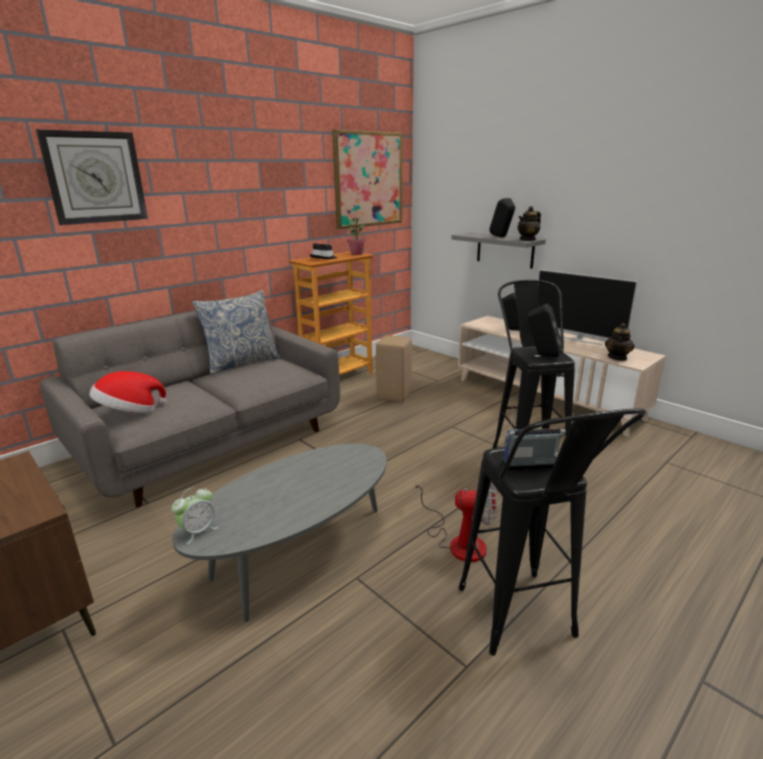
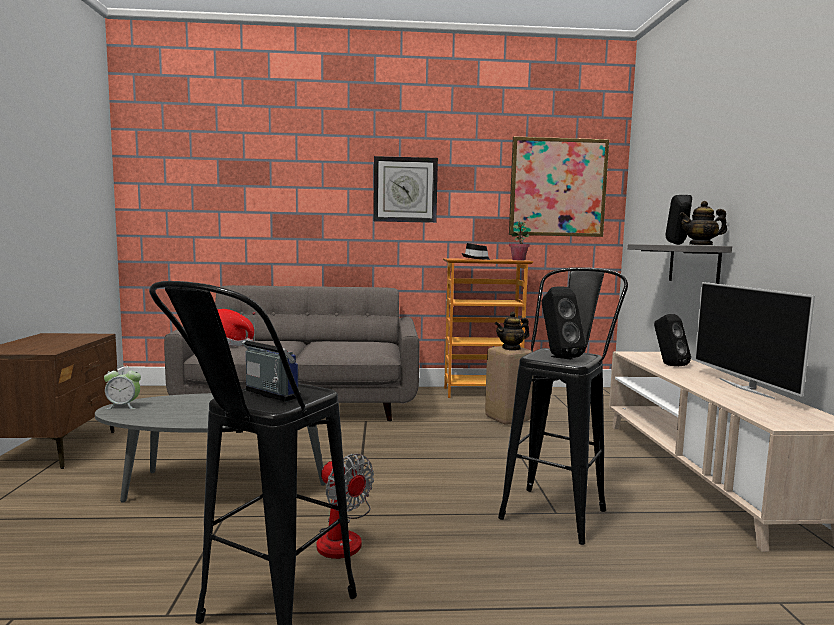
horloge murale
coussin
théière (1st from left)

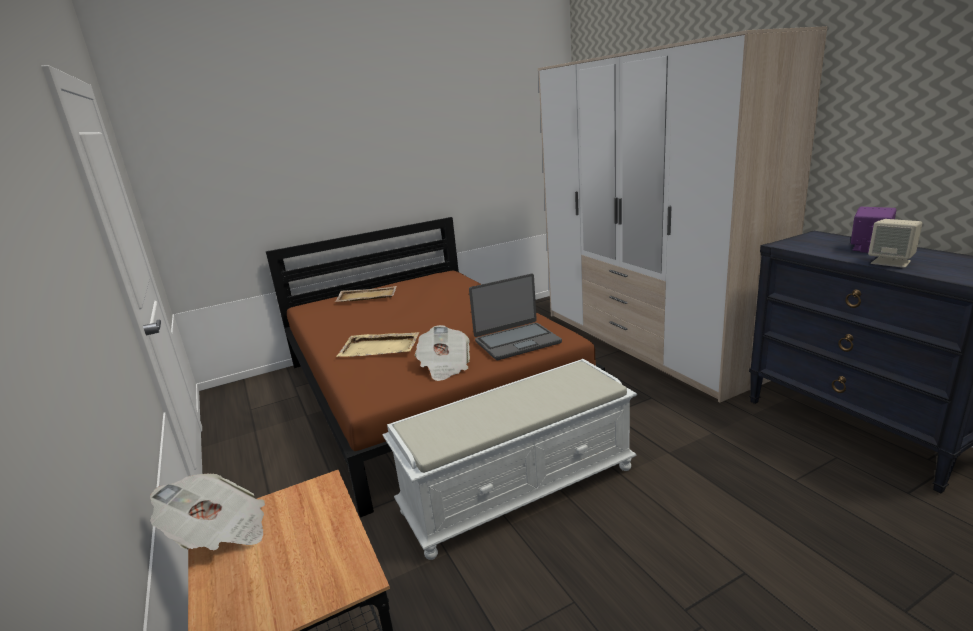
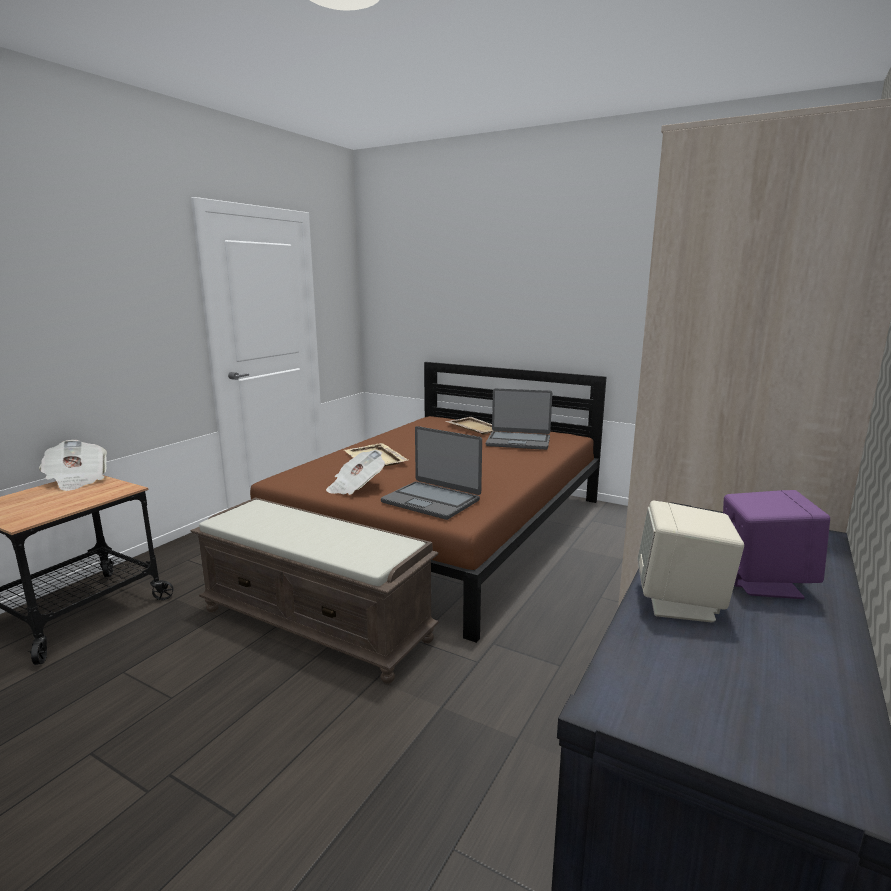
banc [marron]
ordinateur portable (2nd from left)

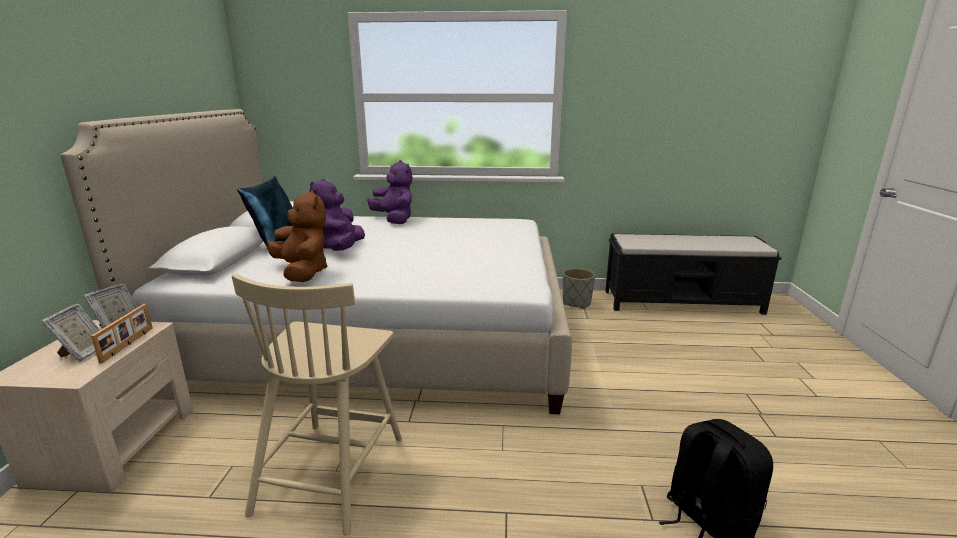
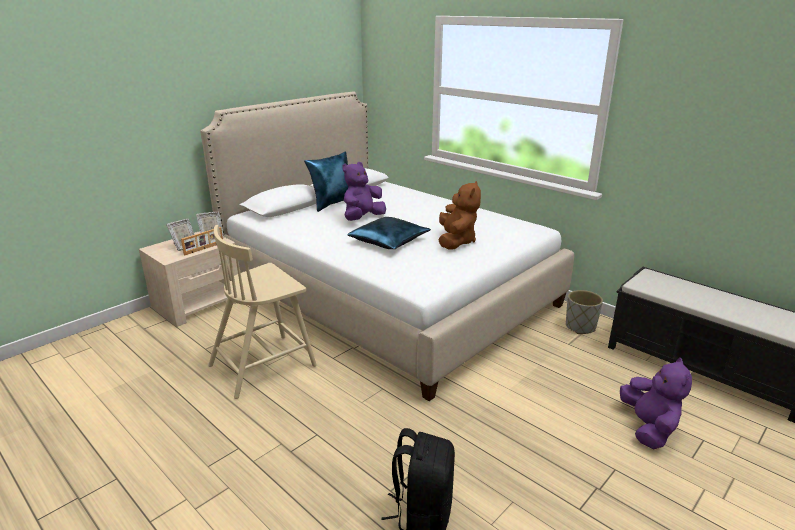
peluche [violet] (2nd from left)
peluche [marron]
coussin [bleu] (2nd from left)

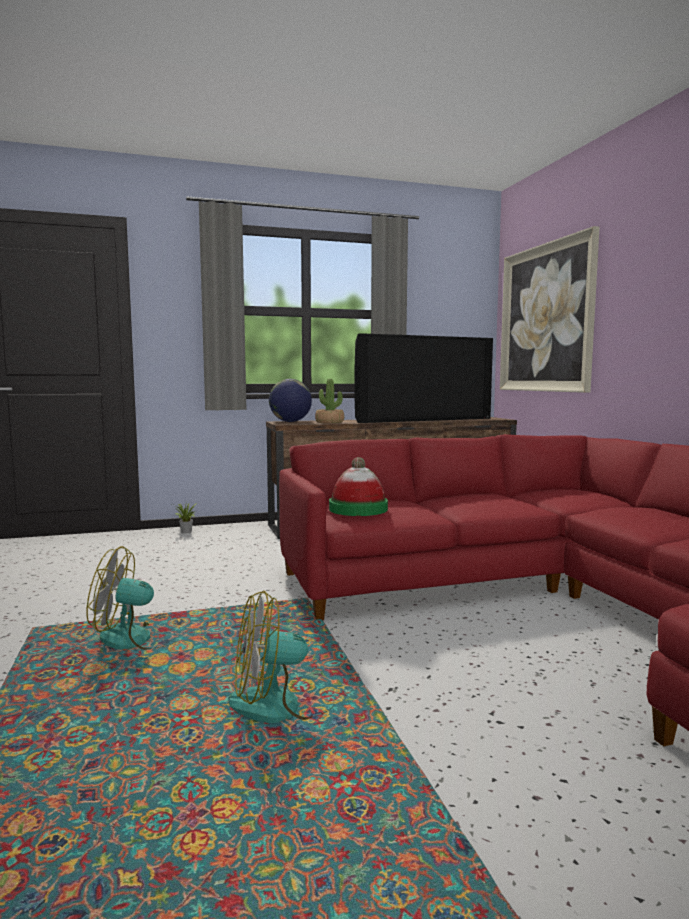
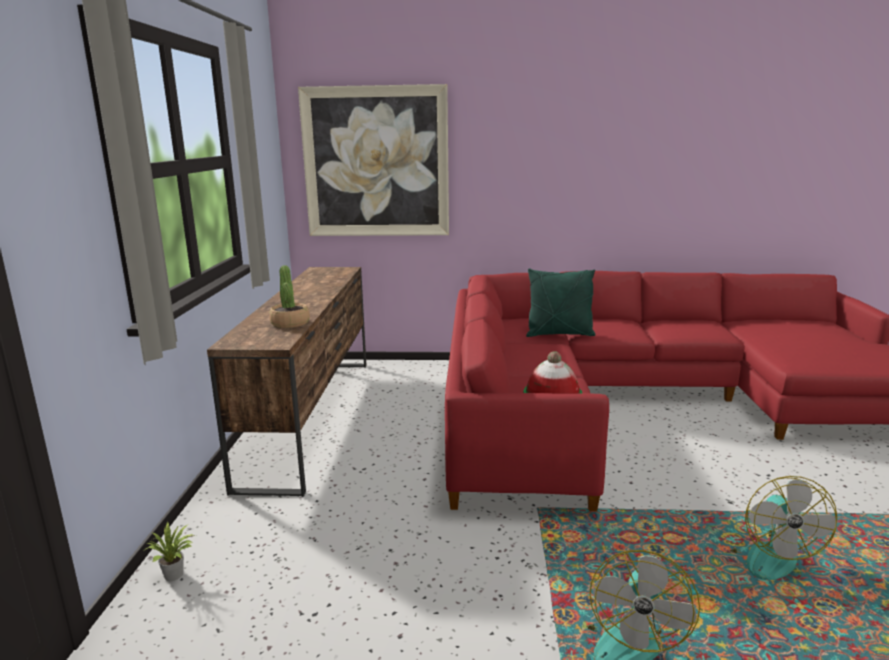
téléviseur
globe
coussin [vert]

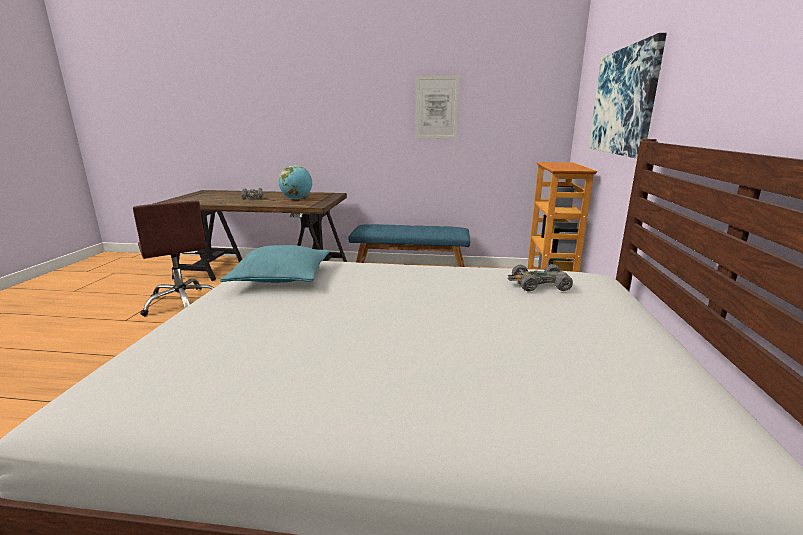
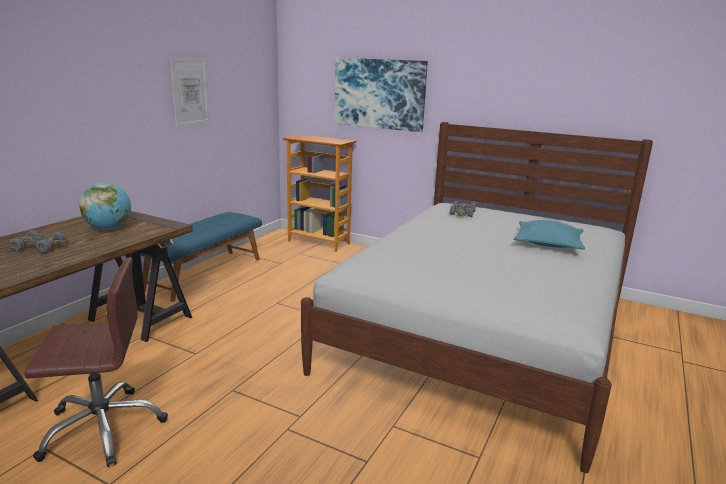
coussin [turquoise]

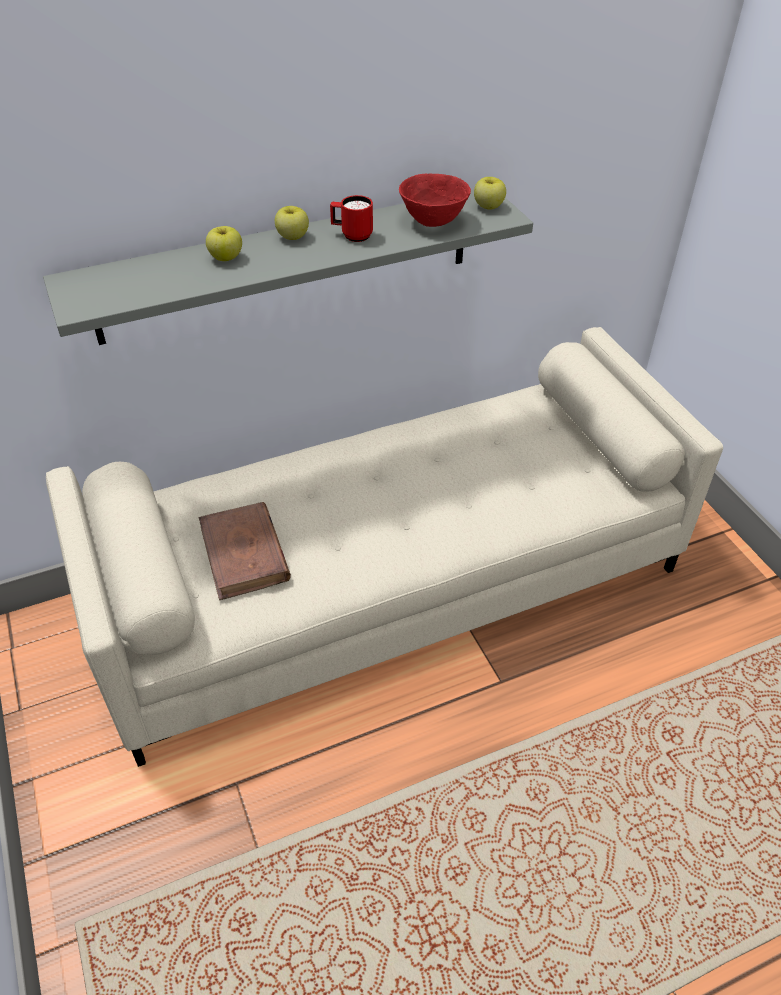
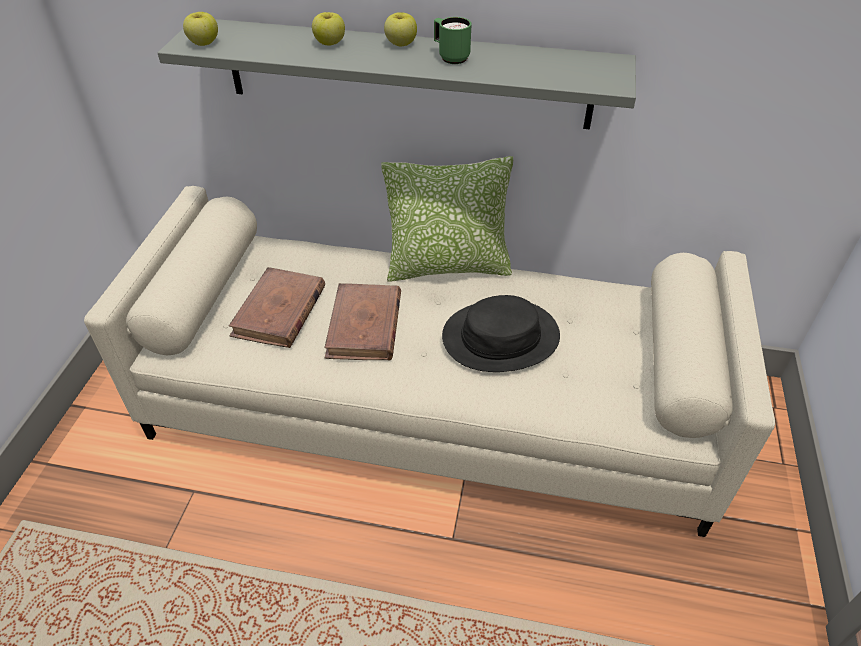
bol [rouge]
pomme (1st from left)
mug [vert]
coussin
livre [marron] (2nd from left)
chapeau [noir]

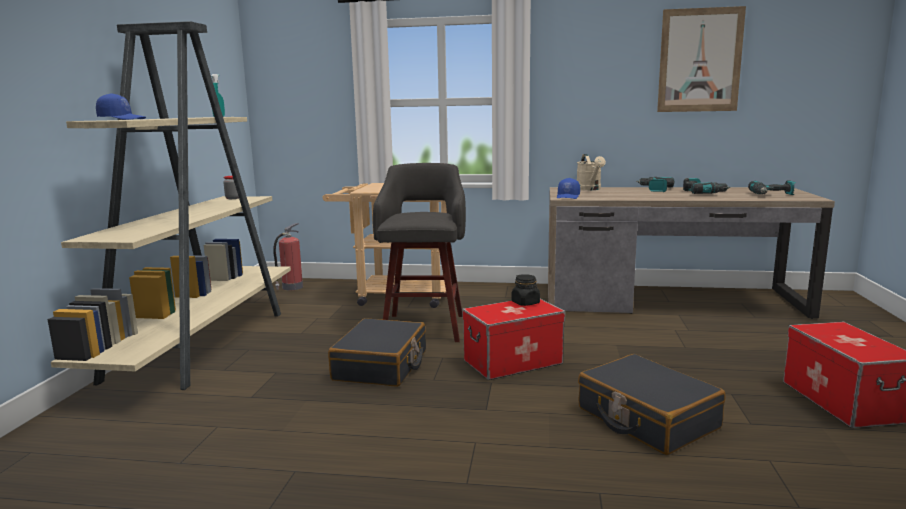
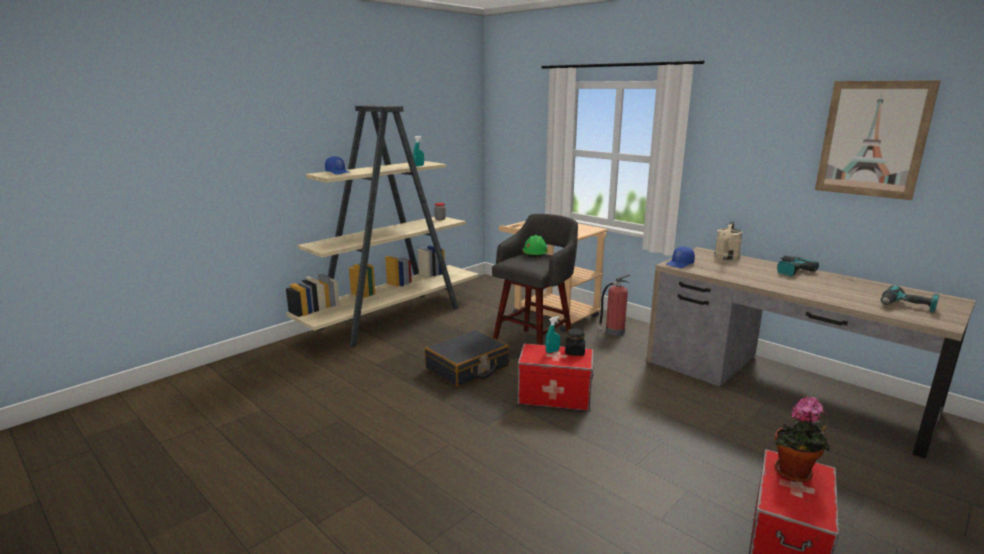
perceuse (2nd from left in the first image)
extincteur
valise [noir] (2nd from left in the first image)
casque de chantier [vert]
vaporisateur [turquoise] (2nd from left)
plante en pot

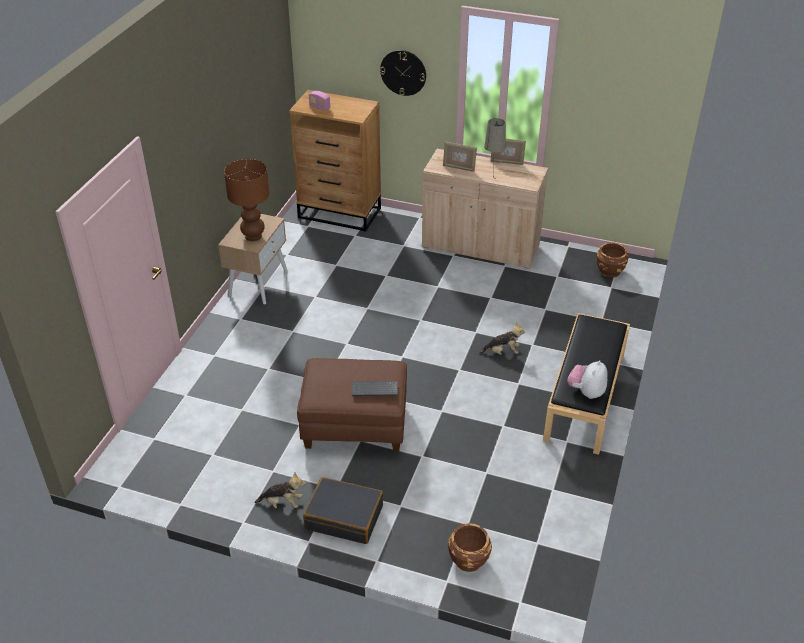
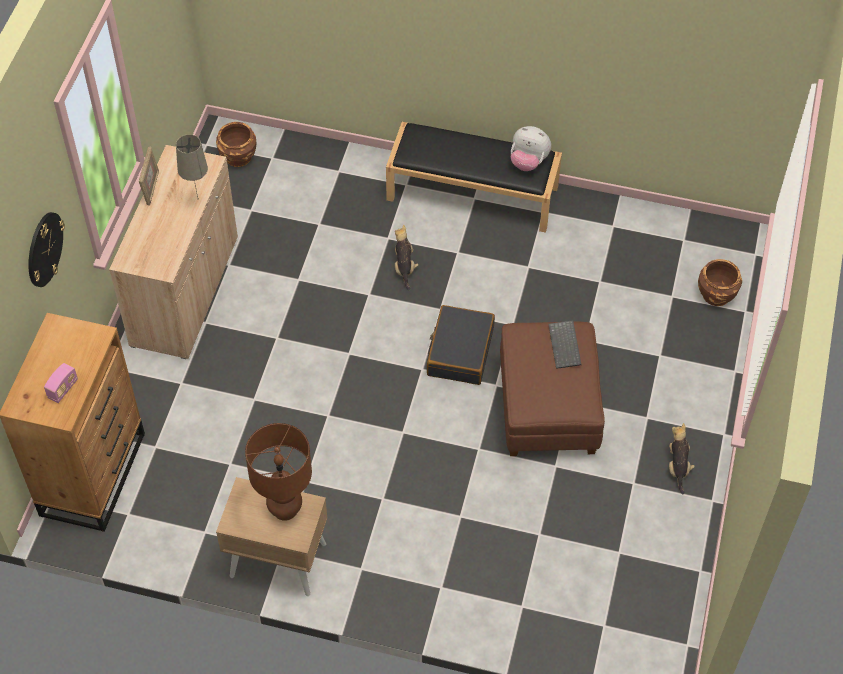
cadre photo (1st from left in the first image)
valise [noir]

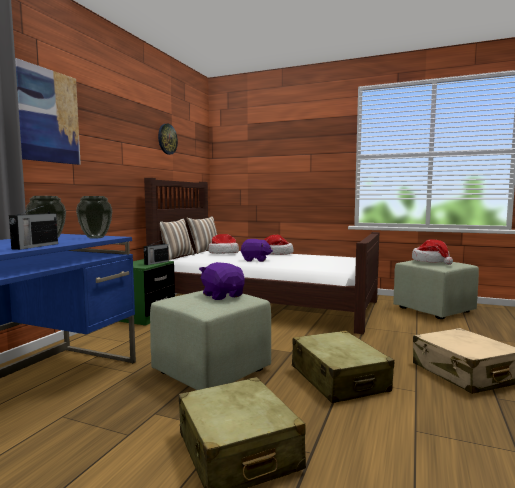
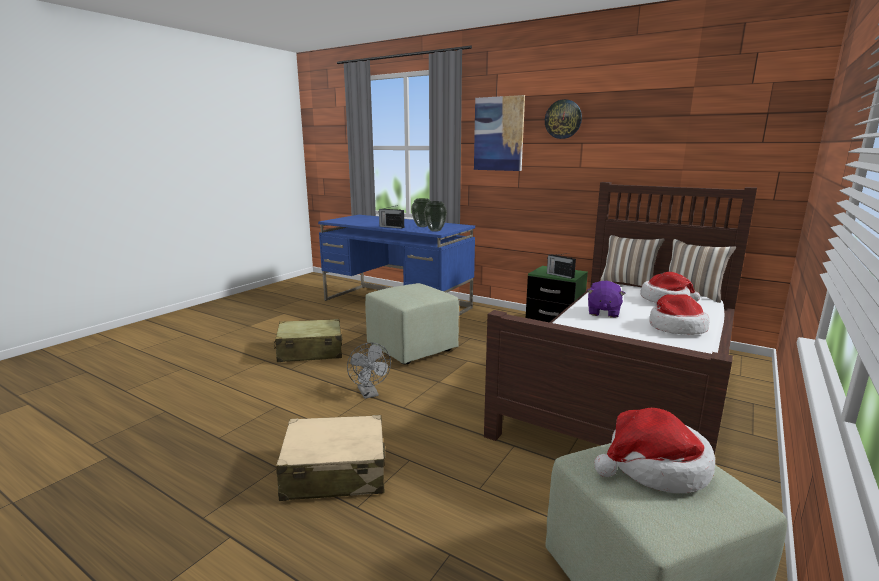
horloge murale
peluche [violet] (1st from left in the first image)
ventilateur [gris]

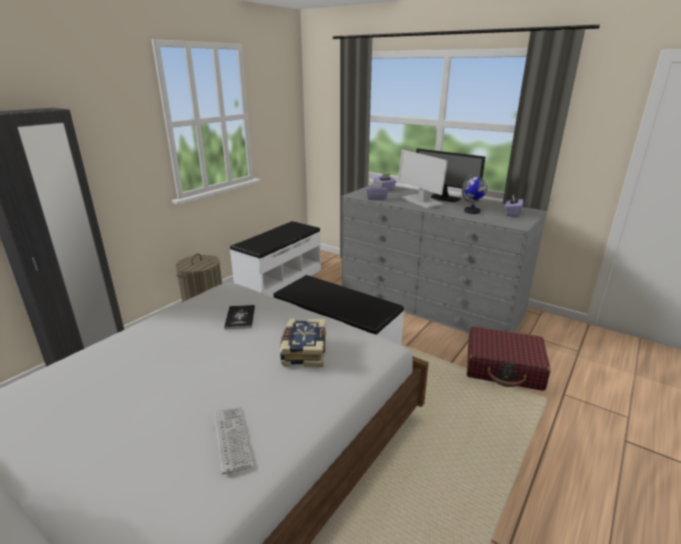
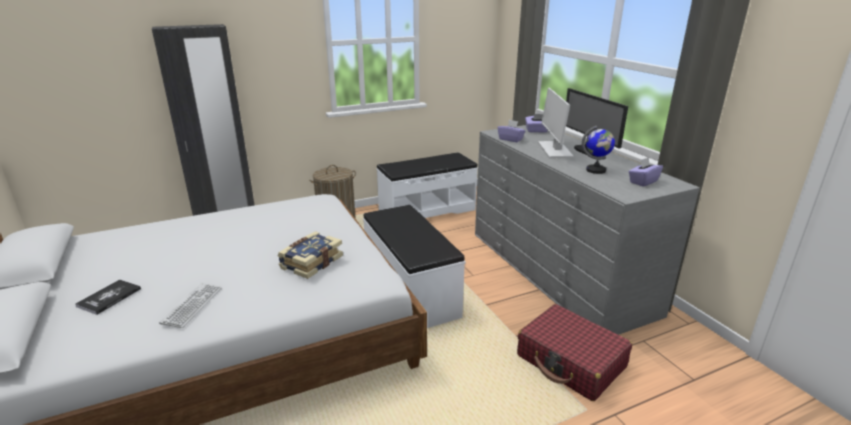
livre (1st from left)

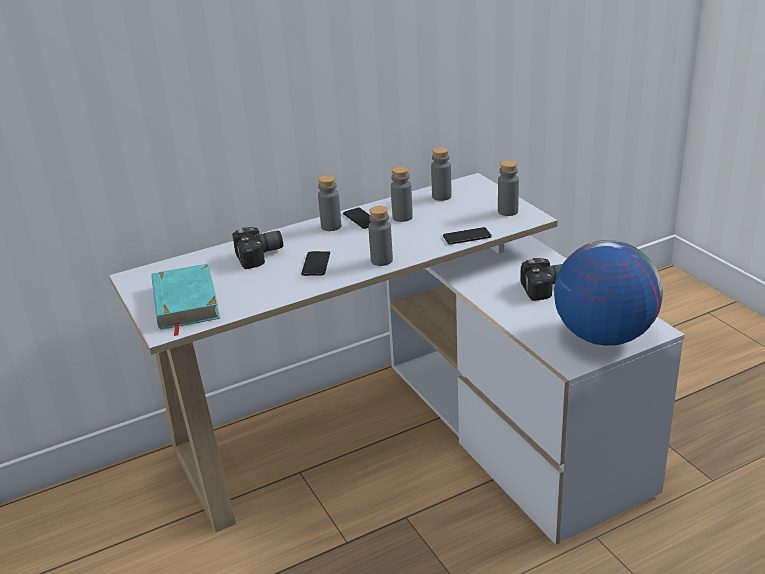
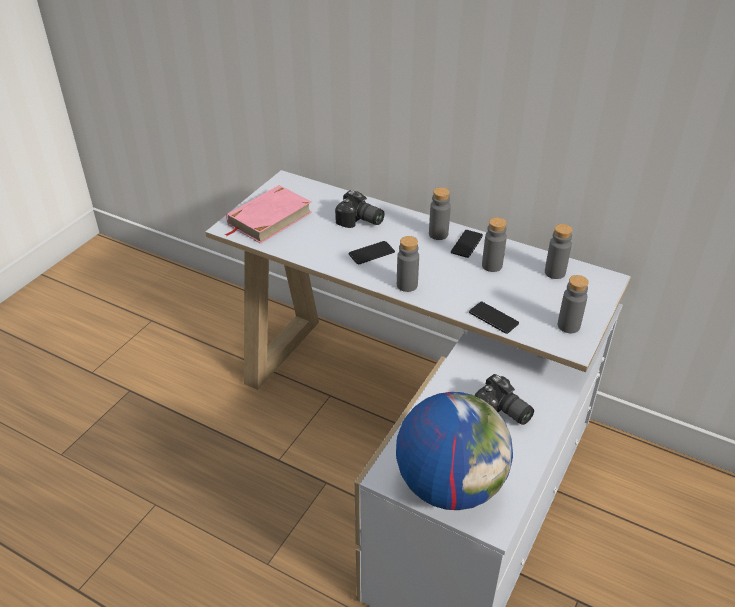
livre [rose]

